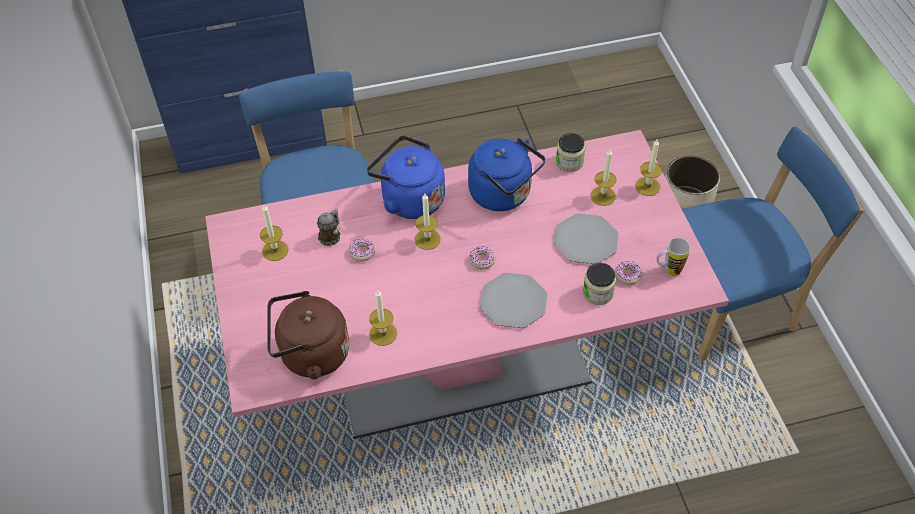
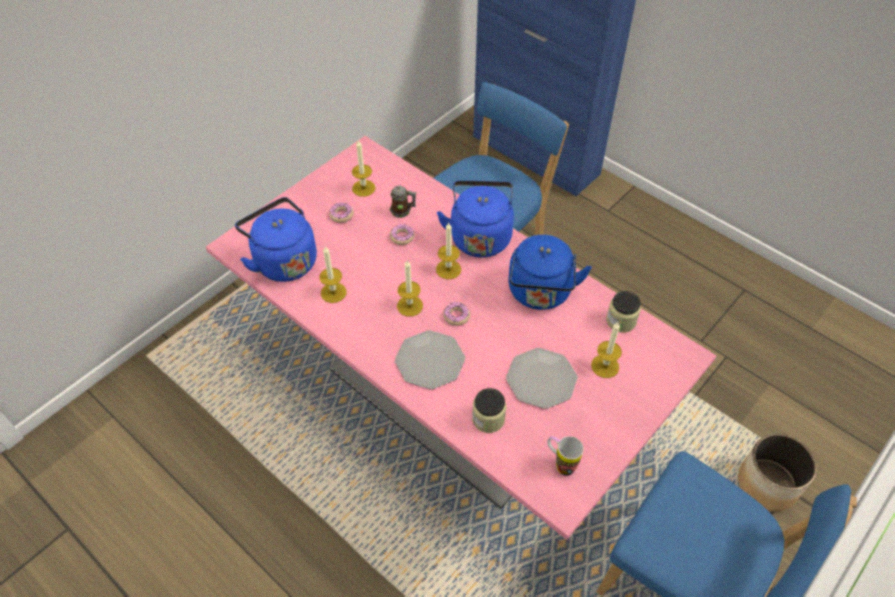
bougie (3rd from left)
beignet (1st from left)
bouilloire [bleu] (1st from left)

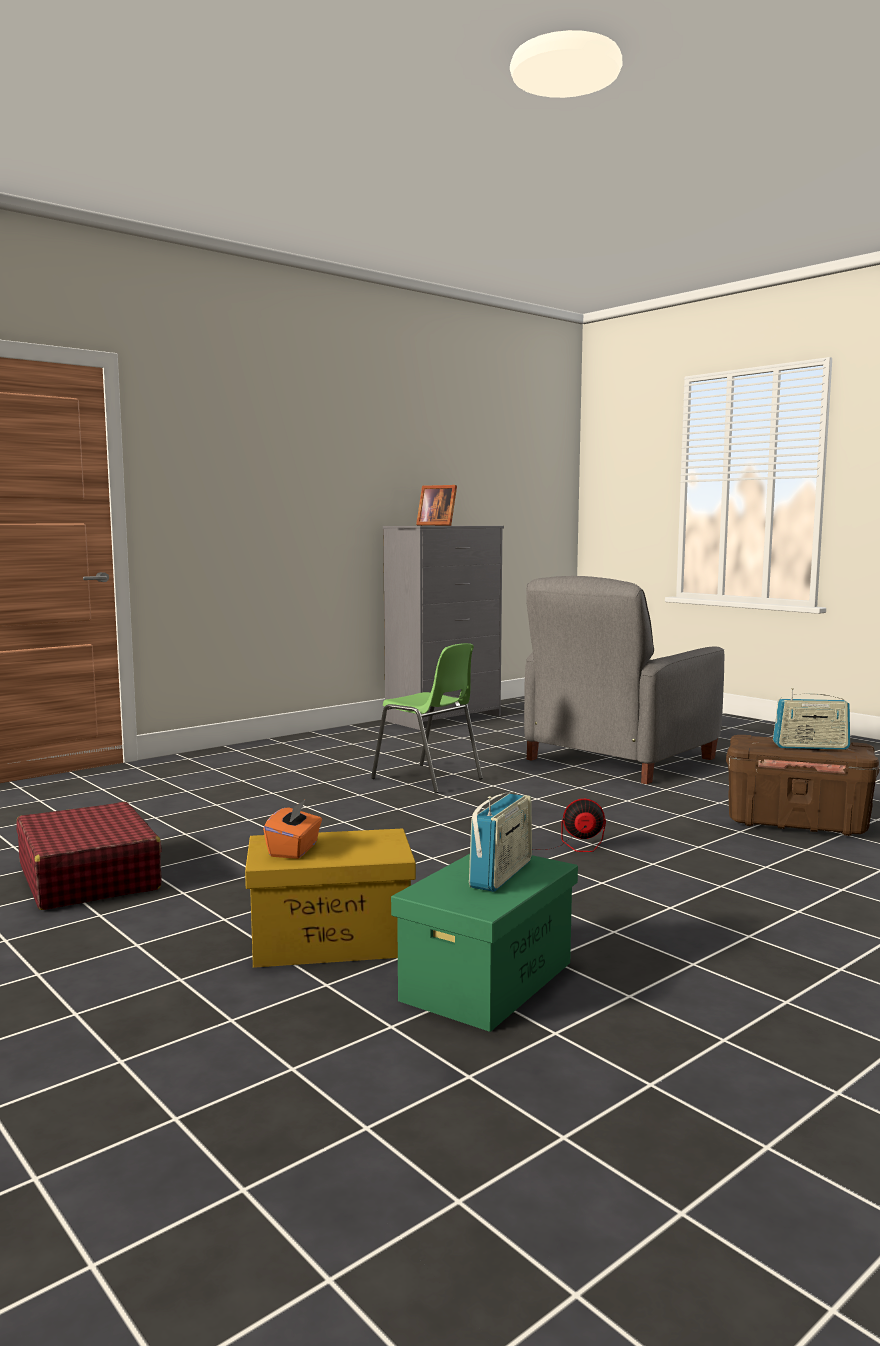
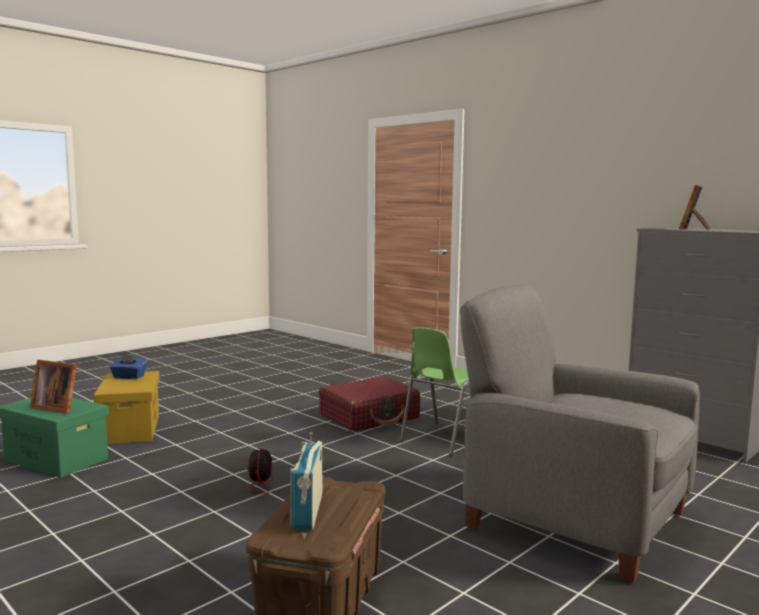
cadre photo (1st from left)
boîte à mouchoirs [bleu]
valise [rouge]

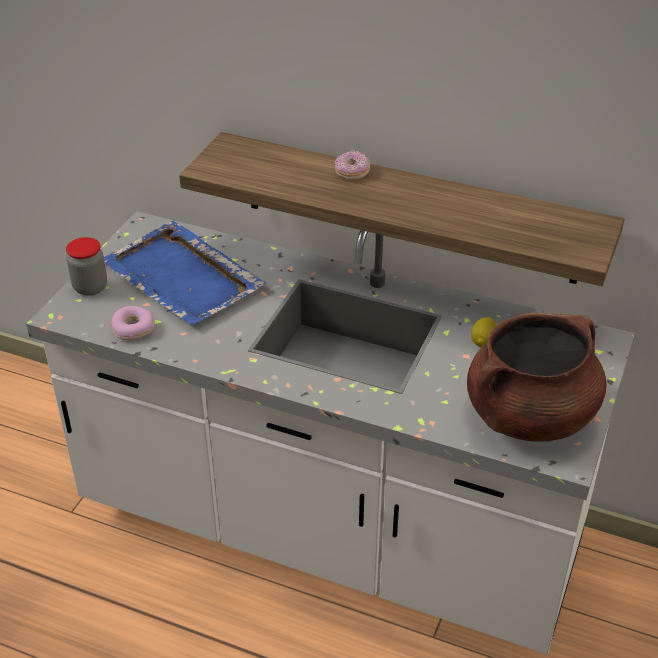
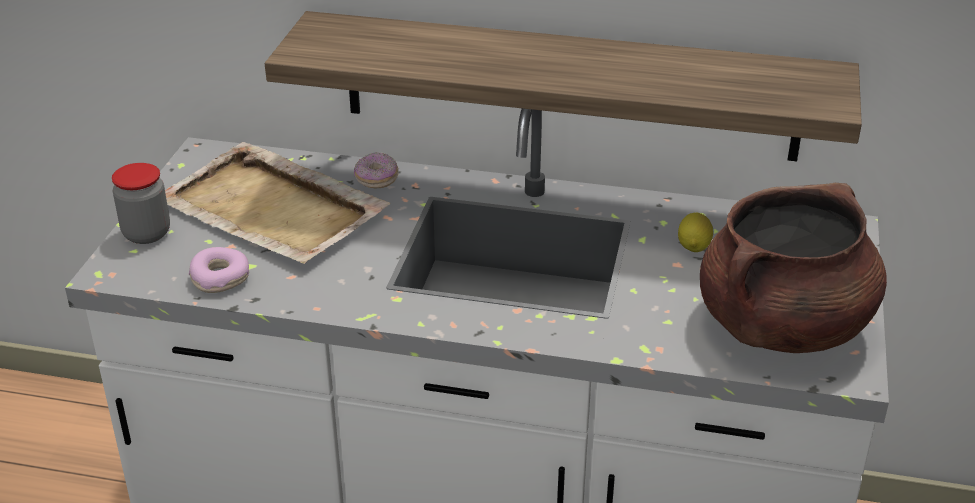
beignet (2nd from left)
plateau [beige]

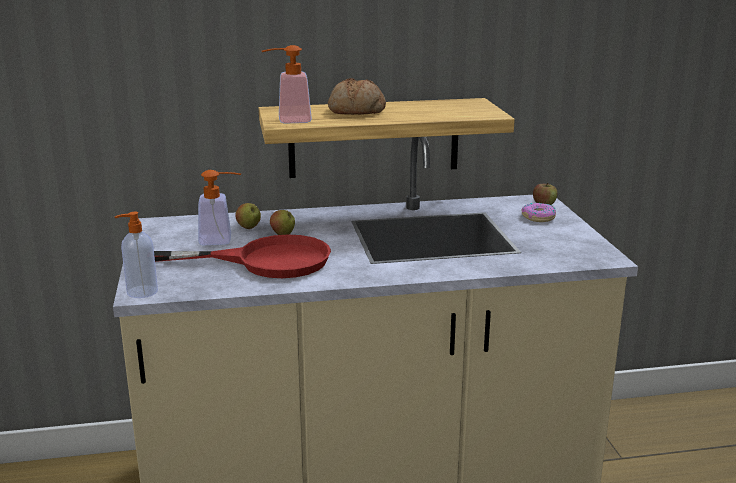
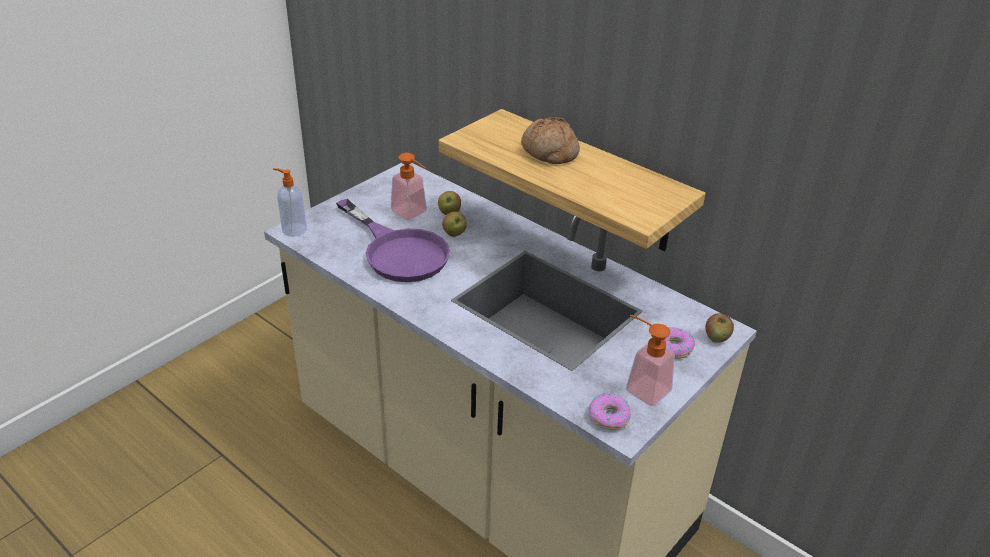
distributeur de savon (3rd from left)
poêle [violet]
beignet (1st from left)

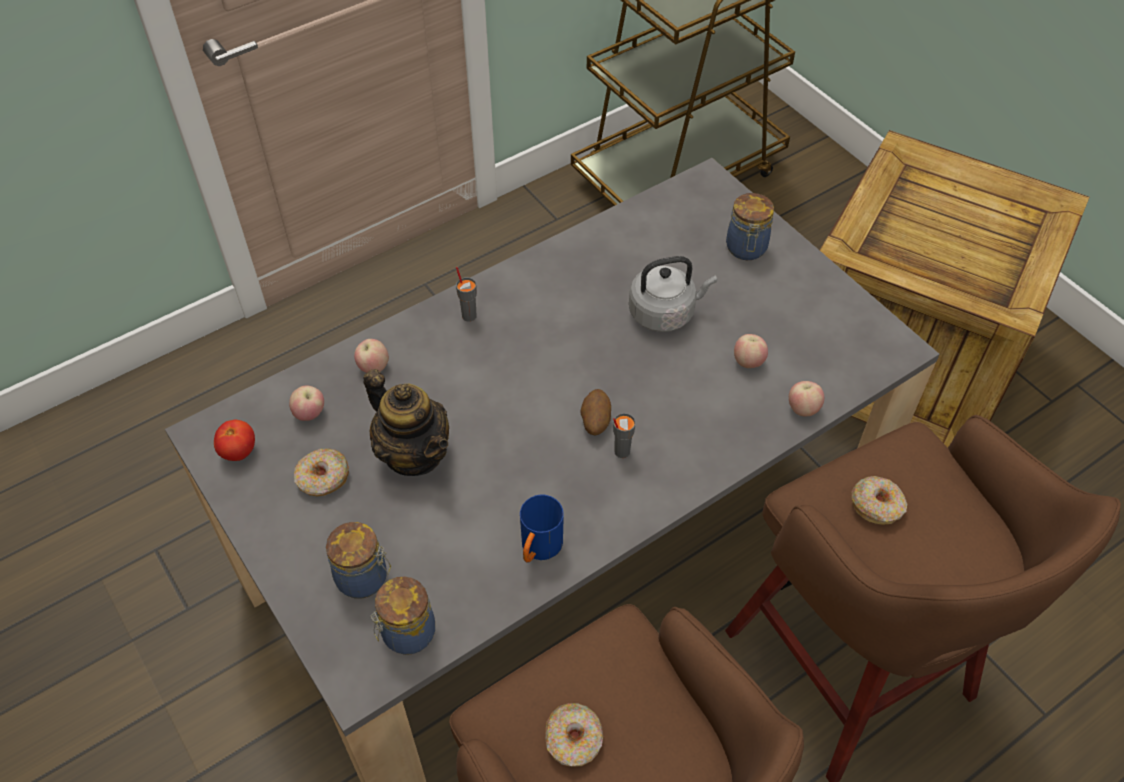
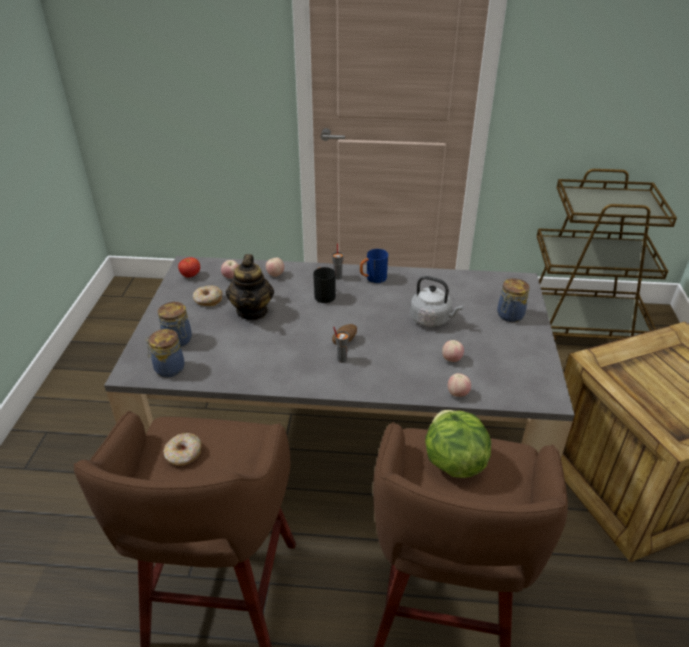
laitue
mug [bleu]
mug [noir]

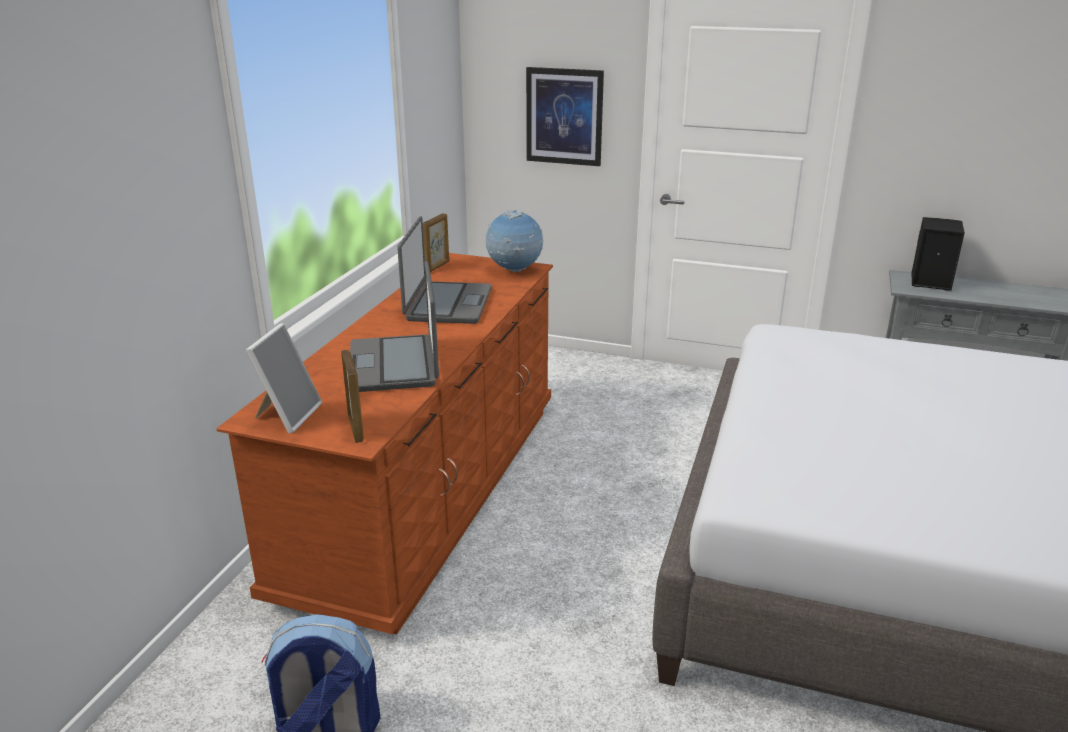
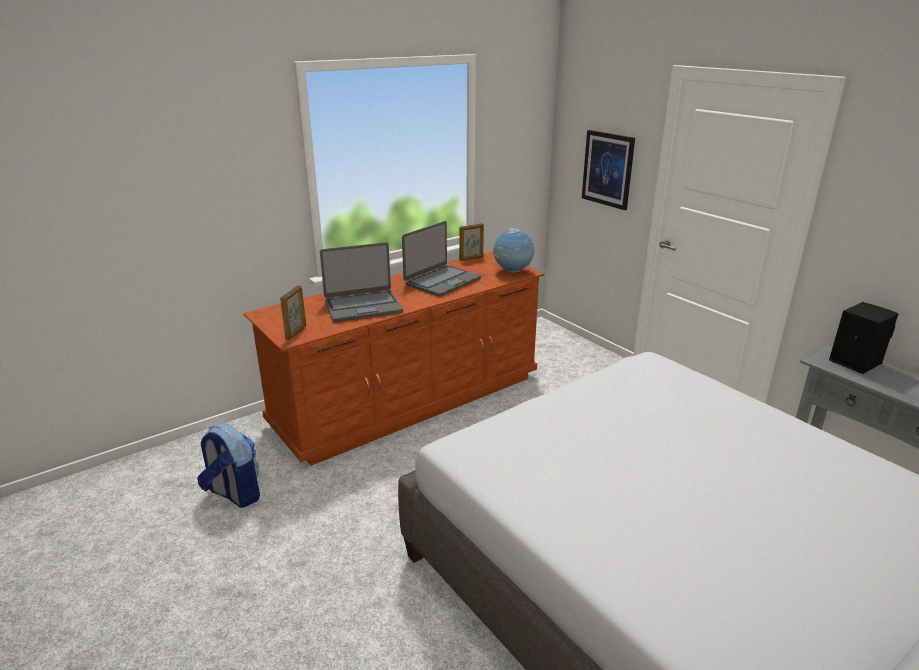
ordinateur portable (1st from left)
cadre photo (1st from left in the first image)

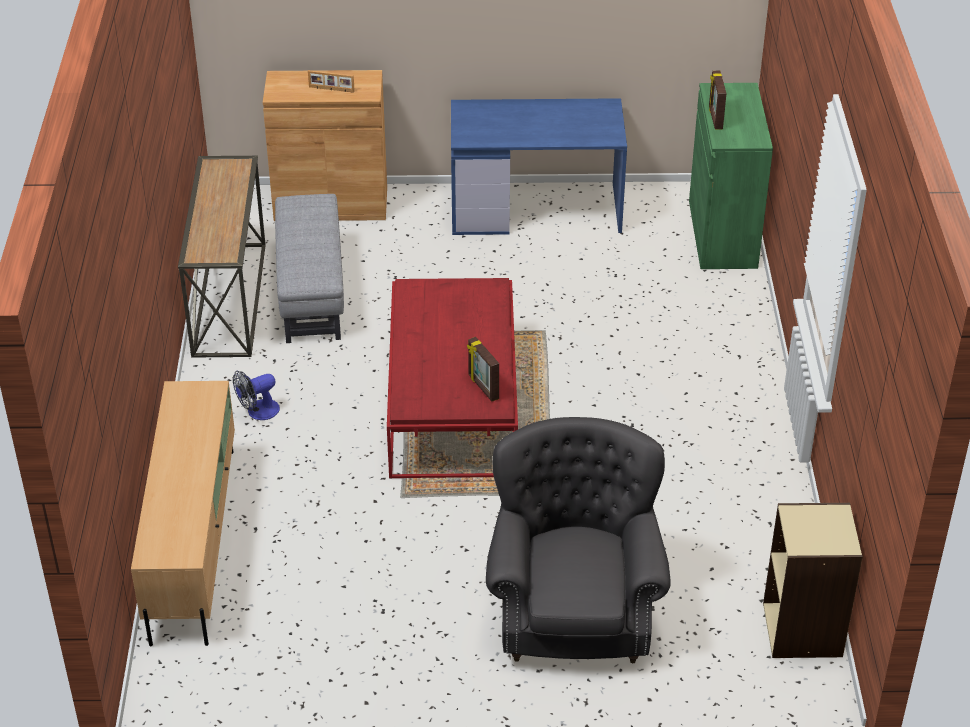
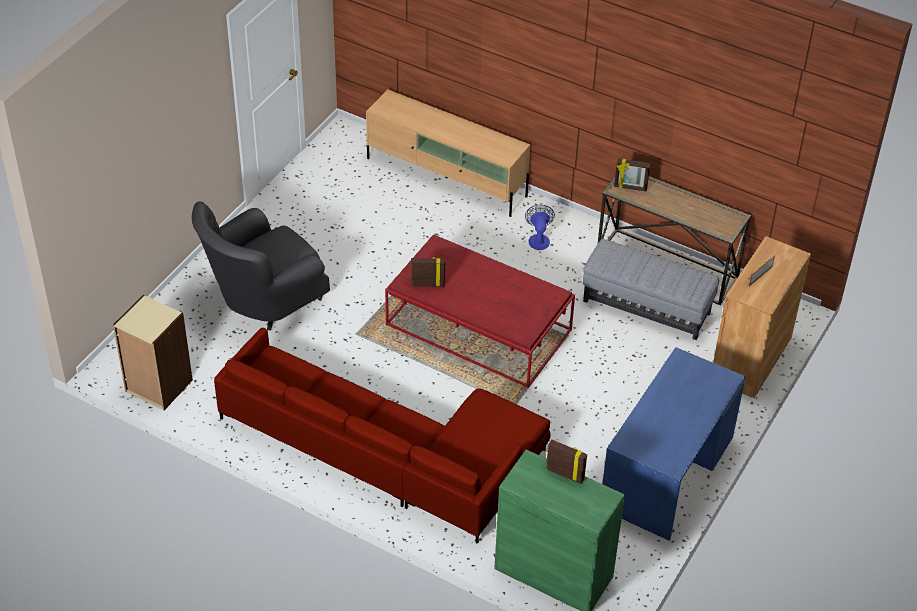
fauteuil [gris]
cadre photo (3rd from left)
canapé [rouge]

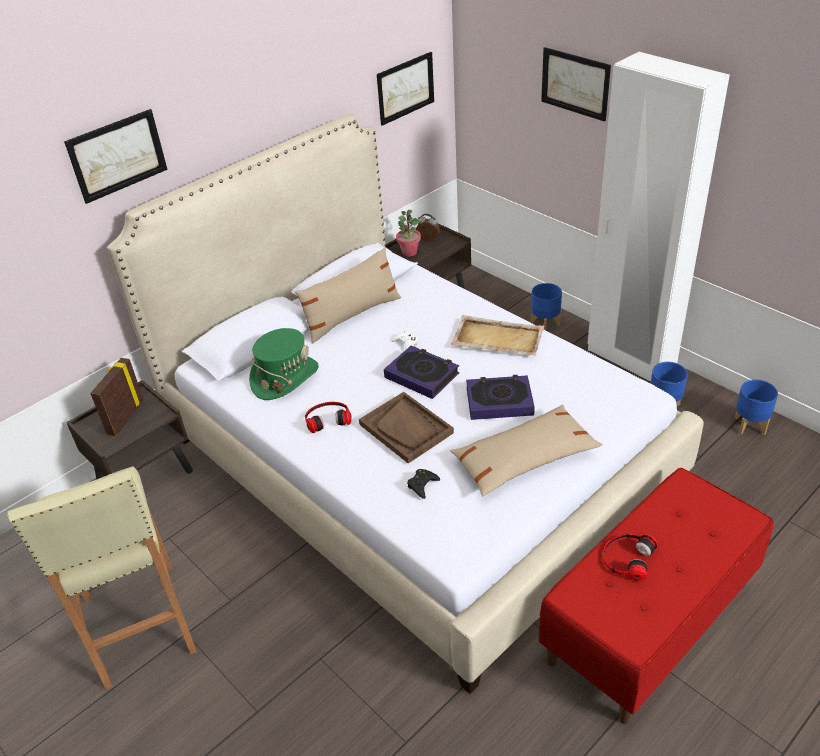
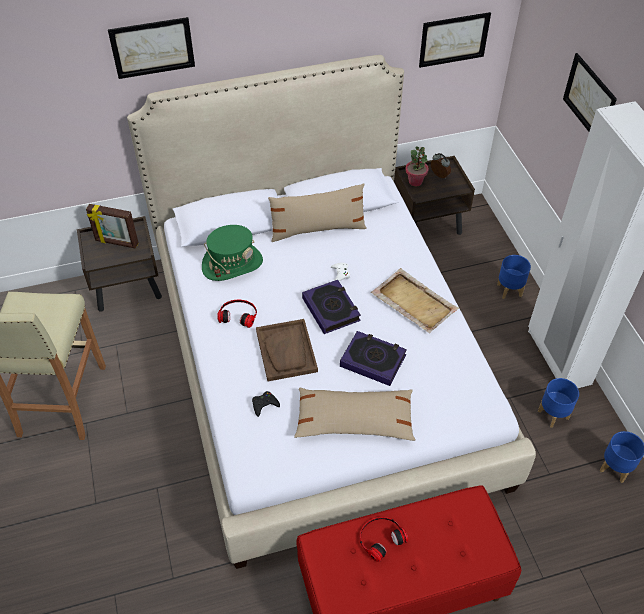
cadre photo

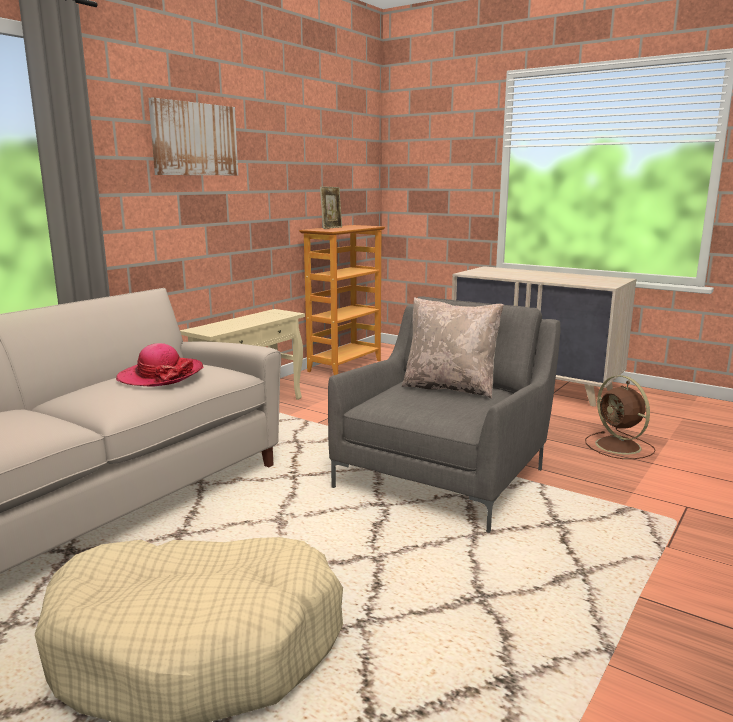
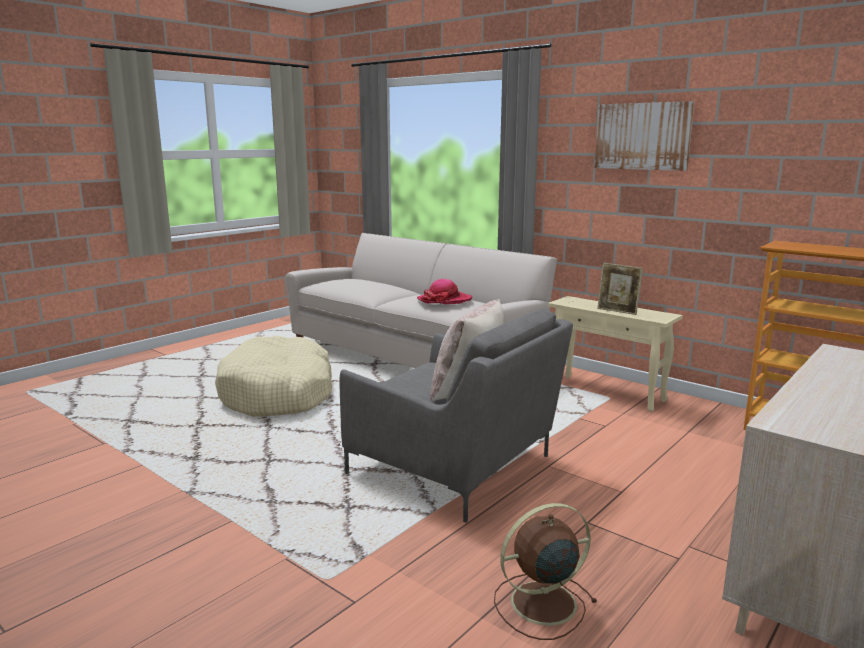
cadre photo

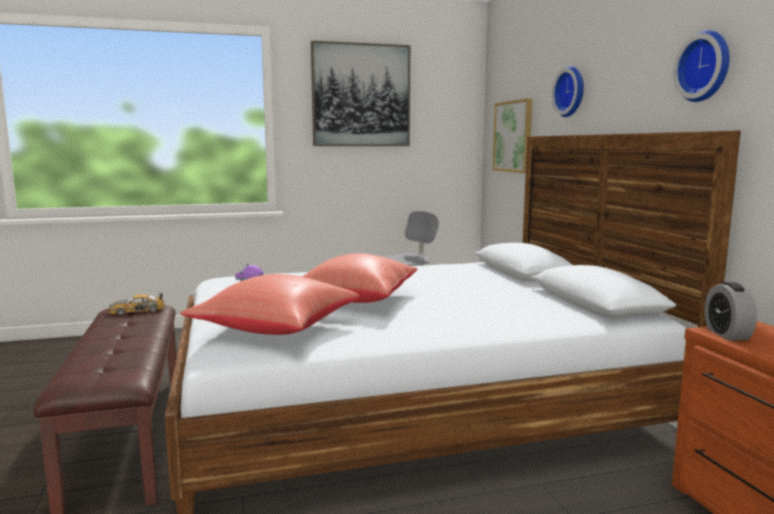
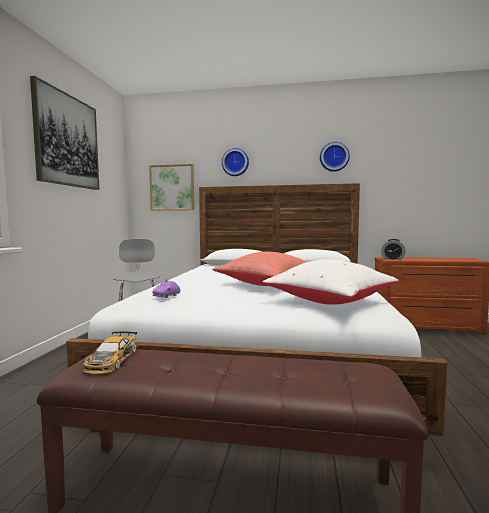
coussin [blanc]

